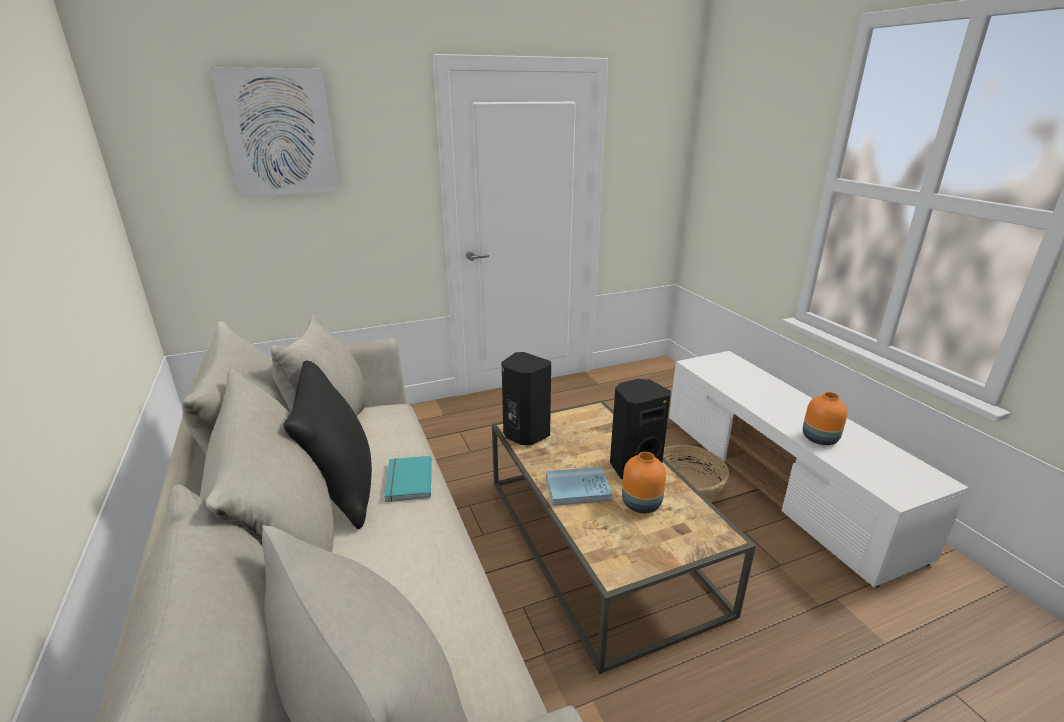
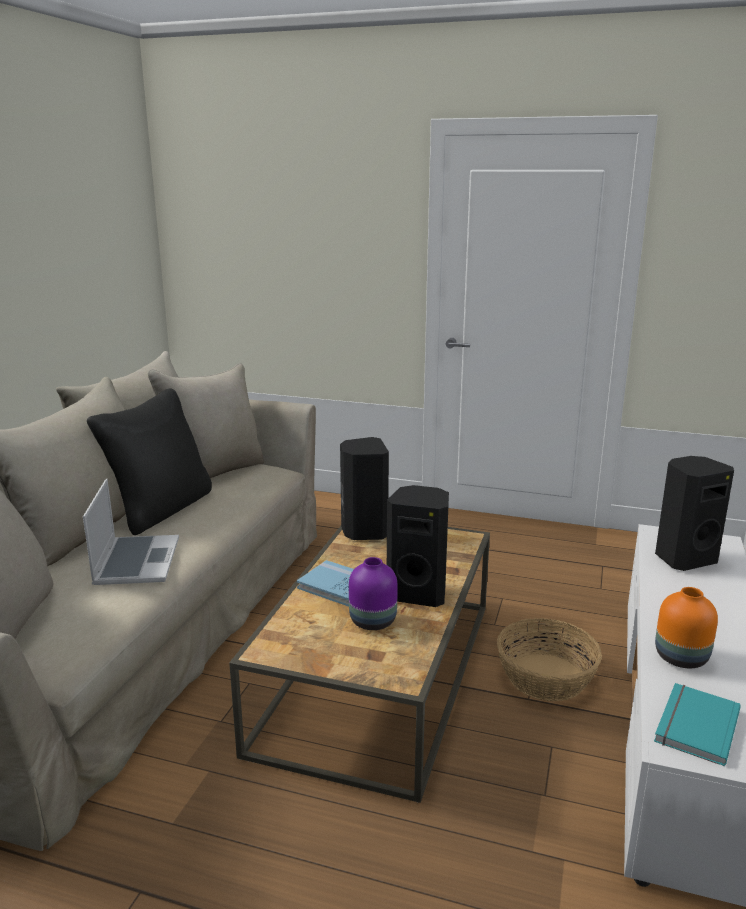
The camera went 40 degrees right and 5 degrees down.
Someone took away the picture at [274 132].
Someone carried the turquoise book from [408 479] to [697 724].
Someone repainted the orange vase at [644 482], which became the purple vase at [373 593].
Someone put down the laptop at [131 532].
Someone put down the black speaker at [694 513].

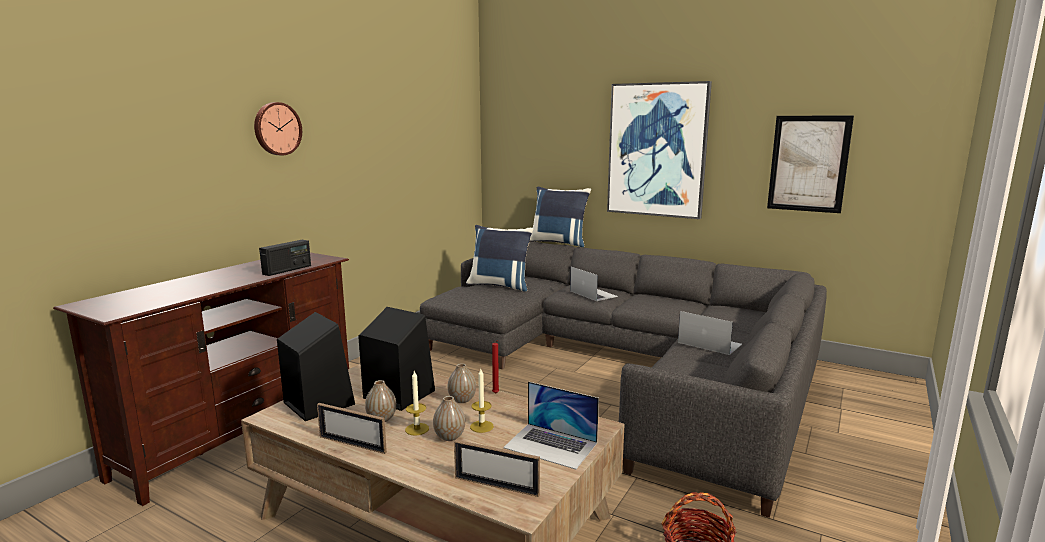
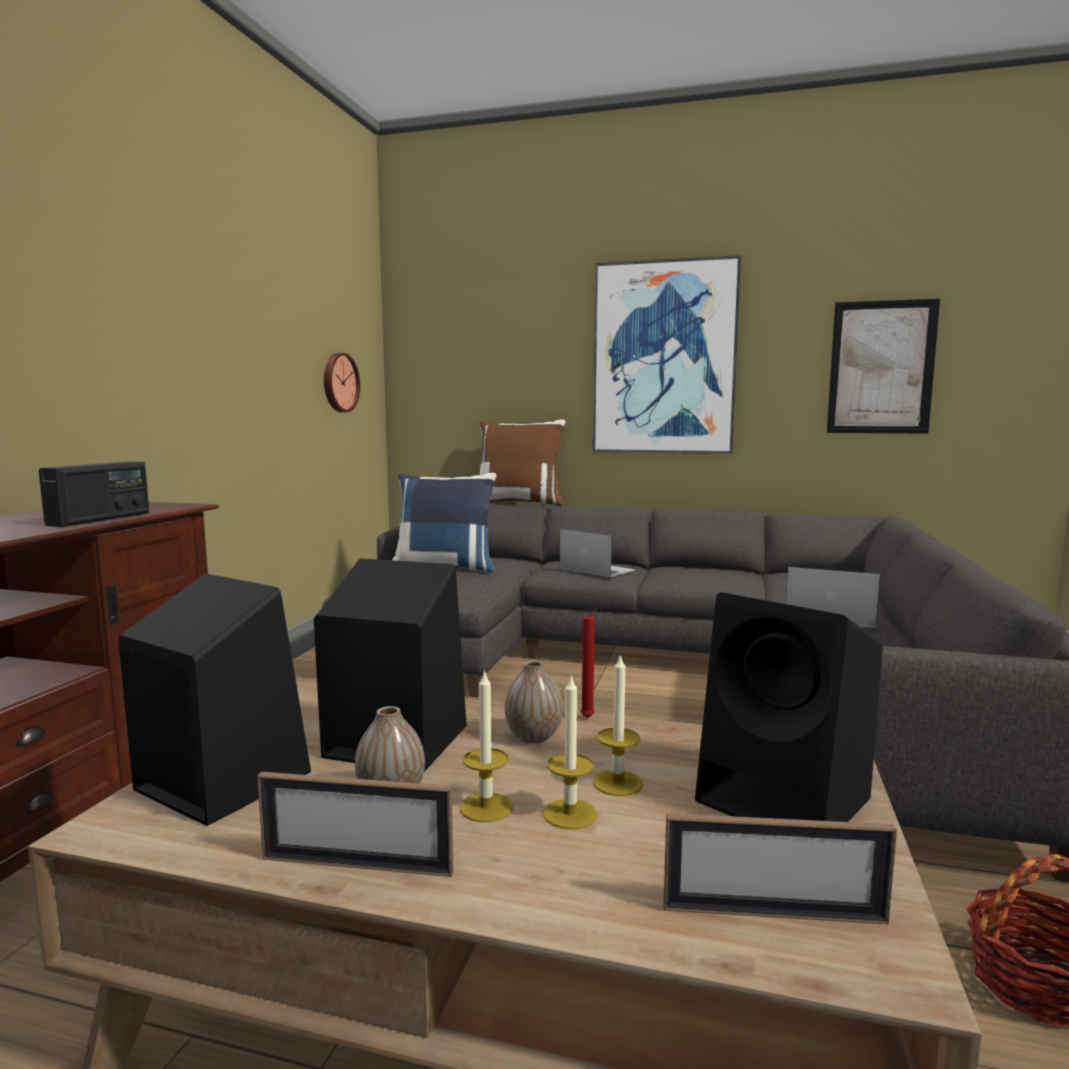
The camera went 15 degrees left and 5 degrees down.
Someone carried the wall clock from [278 128] to [342 382].
Someone swapped the vase at [449 418] for the candle at [570 751].
Someone swapped the laptop at [551 425] for the black speaker at [789 707].
Someone repainted the blue pillow at [560 217], which became the brown pillow at [522 462].

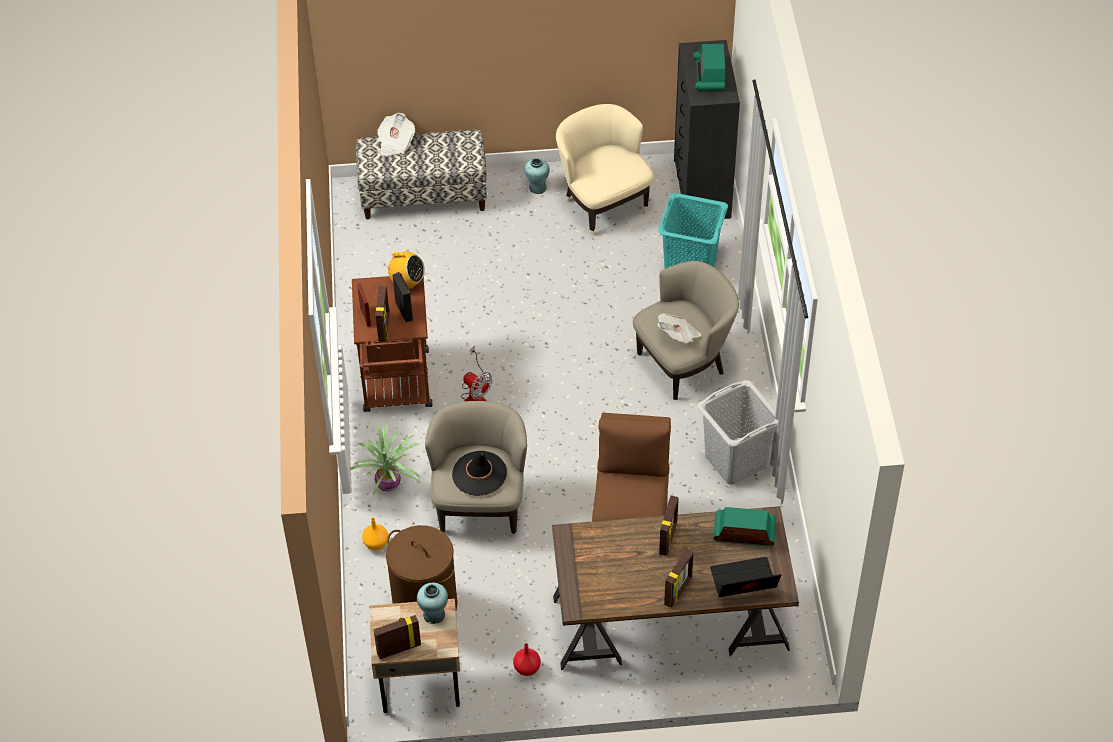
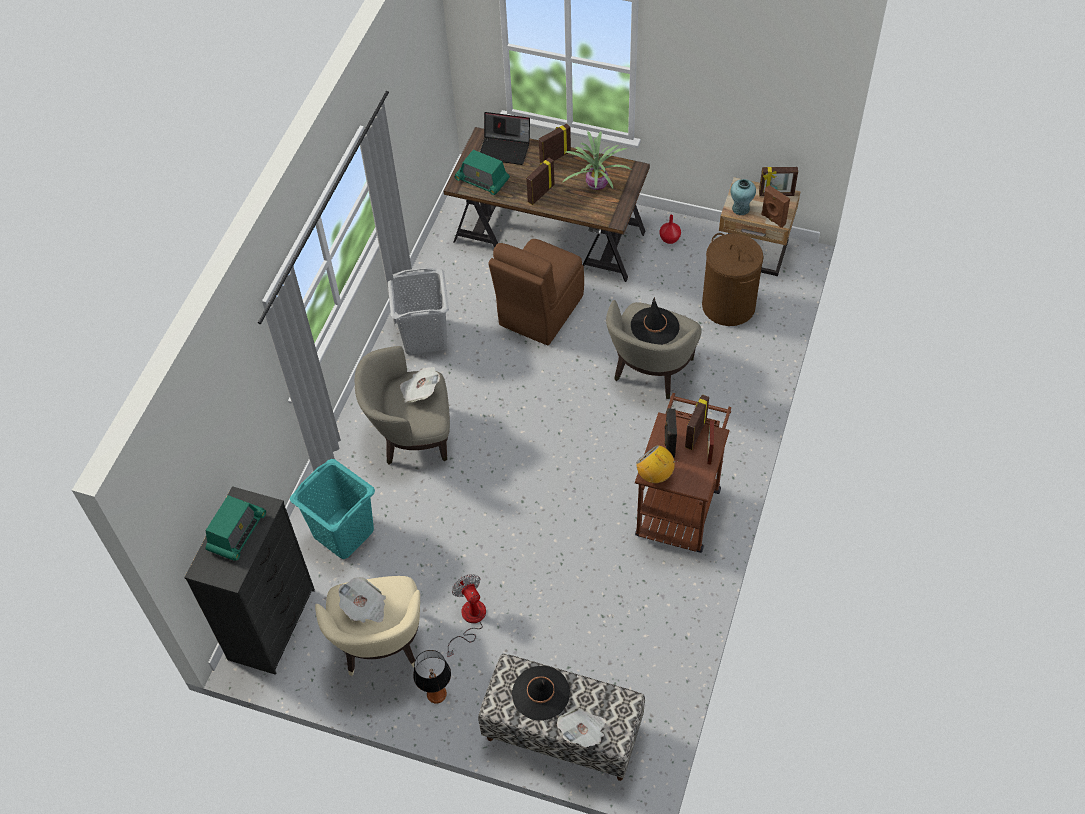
The camera went 155 degrees left and 5 degrees up.
Someone carried the potted plant from [385 459] to [596 160].
Someone took away the orange vase at [375 534].
Someone carried the fan from [476 373] to [466 615].
Someone swapped the turquoise vase at [537 176] for the table lamp at [432 677].
Someone put down the newspaper at [362 600].
Someone put down the black hat at [541 693].
Someone put down the brown speaker at [775 206].

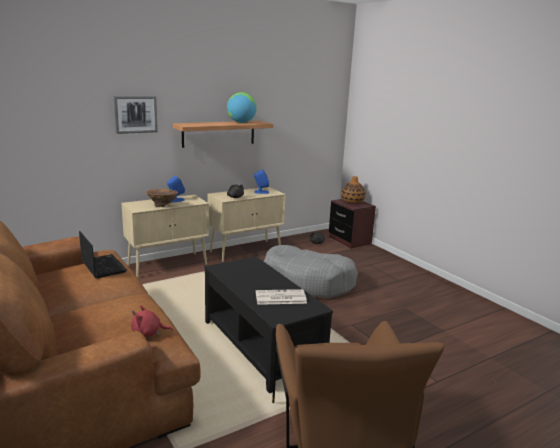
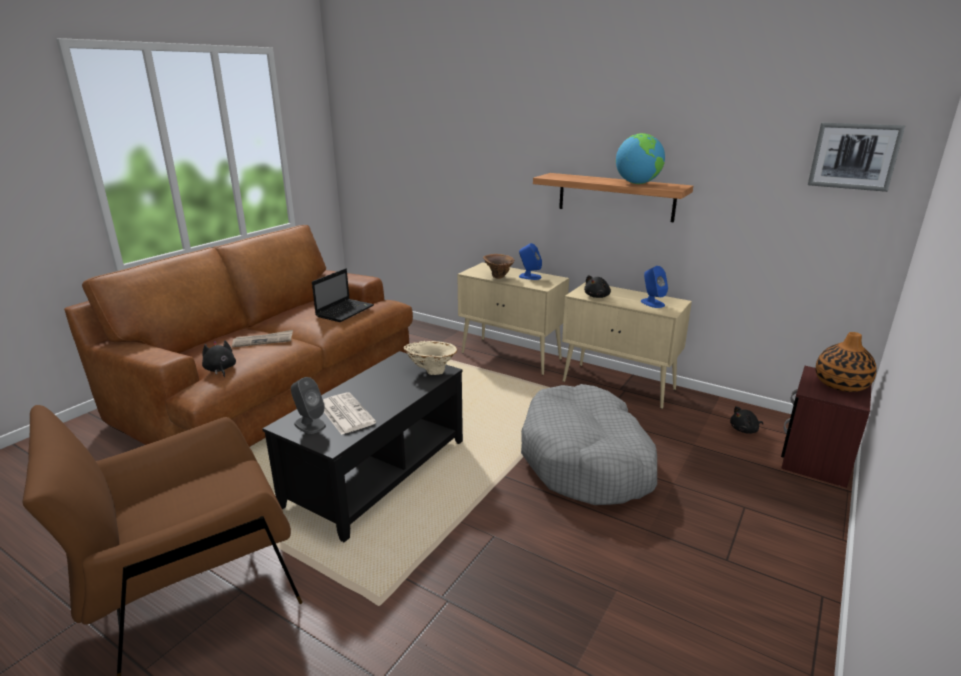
The camera went 65 degrees right and 5 degrees up.
Someone carried the picture from [136 115] to [856 157].
Someone repainted the red plush toy at [152 321], which became the black plush toy at [219 358].
Someone put down the newspaper at [262 339].
Someone put down the grey speaker at [308 405].
Someone put down the beige vase at [431 358].

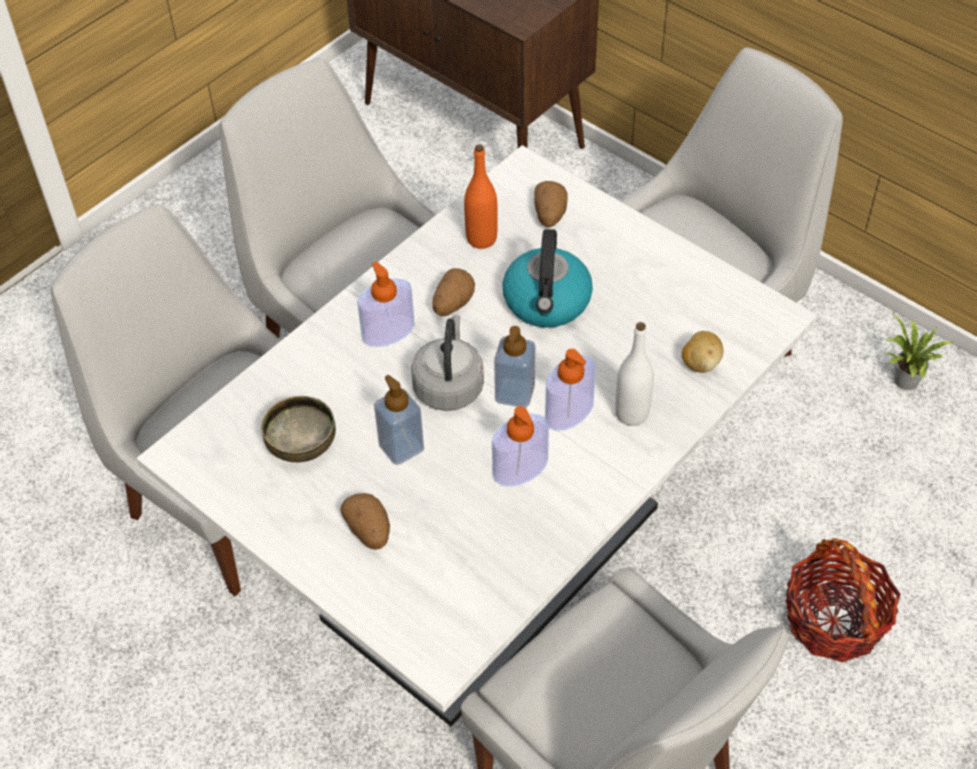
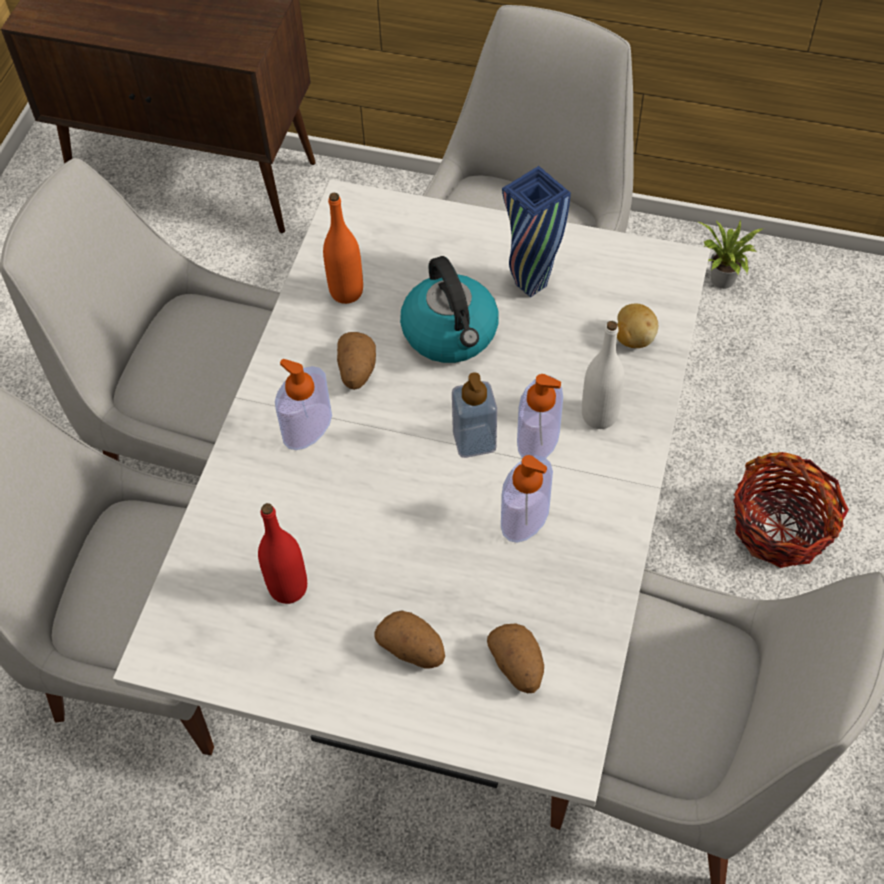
The camera went 25 degrees left and 5 degrees up.
Someone swapped the bowl at [298 429] for the red bottle at [282 553].
Someone took away the soap dispenser at [399 420].
Someone took away the grey kettle at [447 363].
Someone carried the potato from [551 204] to [515 658].
Someone put down the blue vase at [536 231].

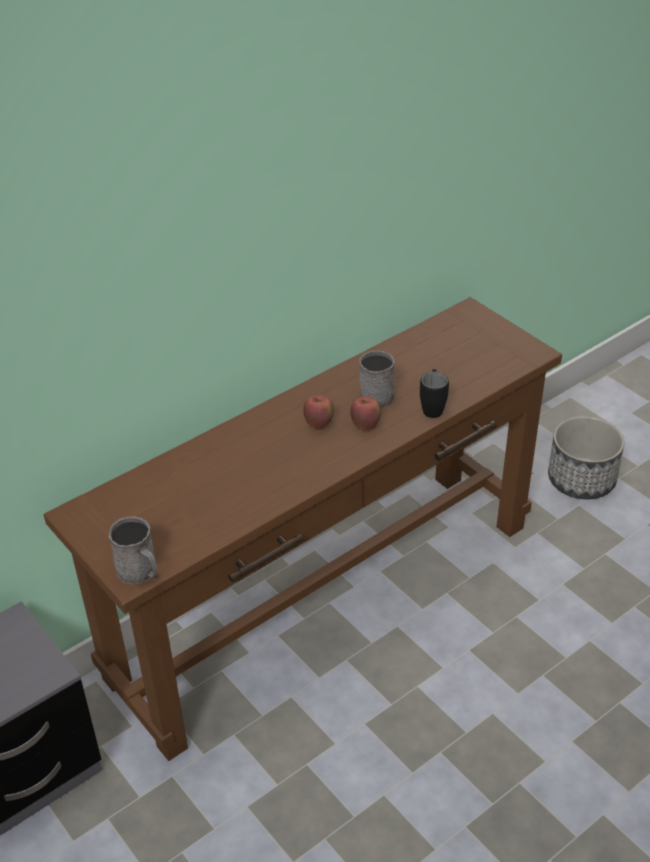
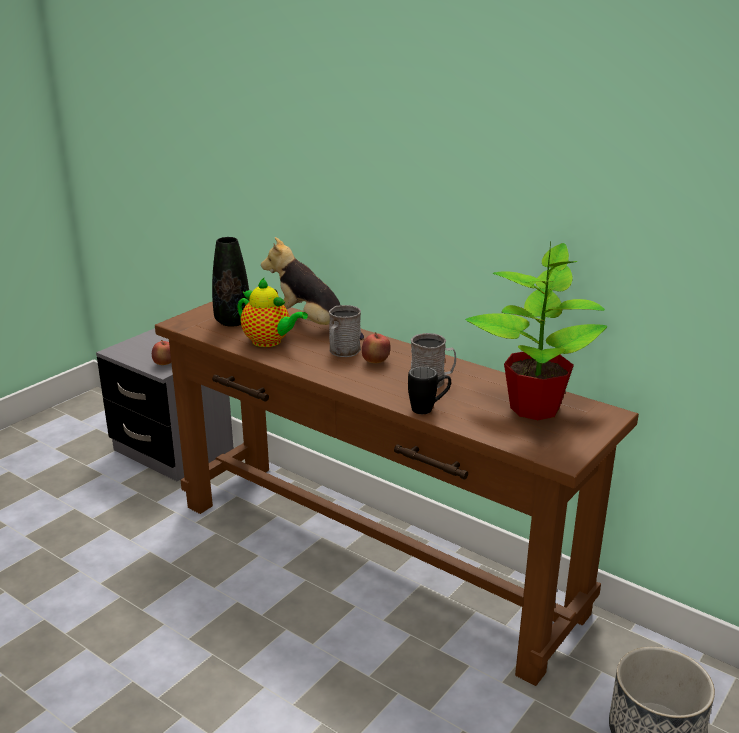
The camera went 75 degrees right and 15 degrees down.
Someone carried the grey mug from [133 550] to [345 331].
Someone carried the apple from [365 413] to [161 352].
Someone put down the black vase at [230 282].
Someone put down the teapot at [272 312].
Someone put down the plush toy at [312 288].
Someone put down the potted plant at [536 330].

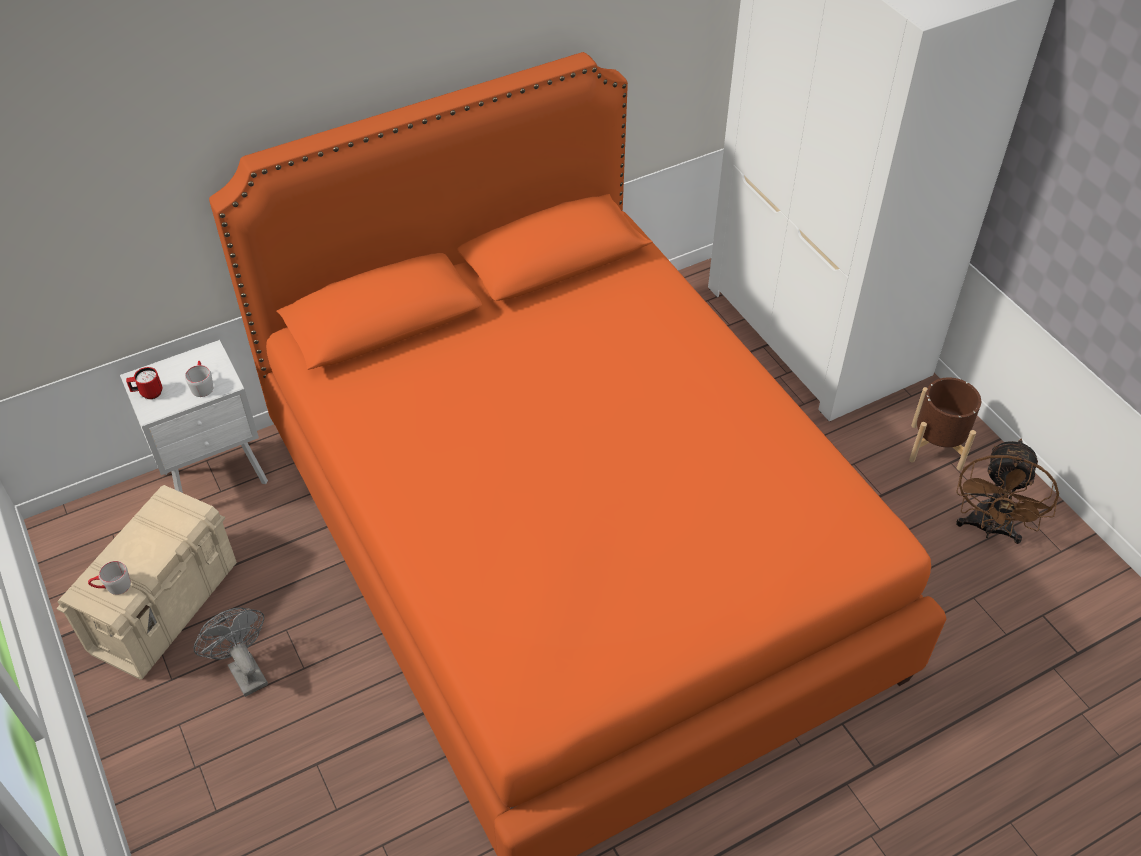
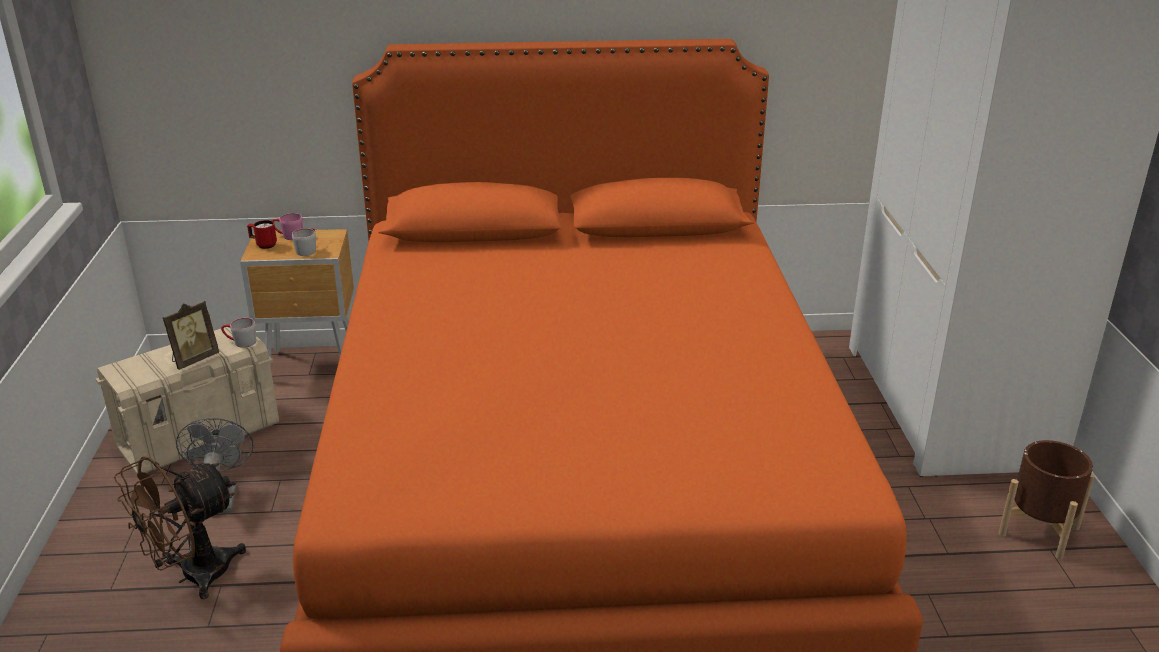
The camera went 25 degrees right and 20 degrees down.
Someone carried the grey mug from [109 578] to [238 333].
Someone repainted the white nightstand at [194 416], which became the brown nightstand at [297 297].
Someone carried the brown fan from [1007 491] to [180 527].
Someone put down the picture frame at [191 335].
Someone put down the pink mug at [287 226].

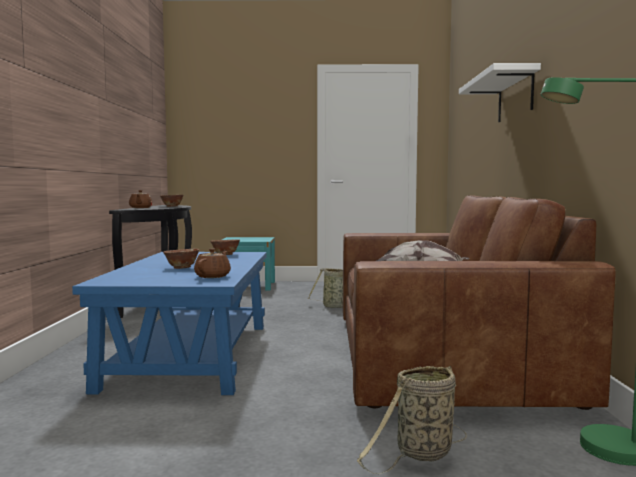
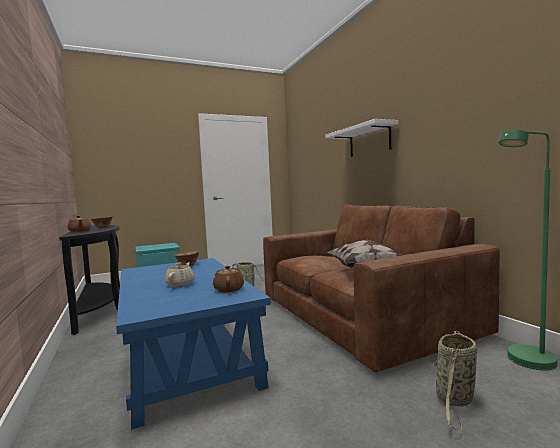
The camera went 25 degrees left and 0 degrees up.
Someone swapped the bowl at [181 259] for the beige teapot at [180 274].

